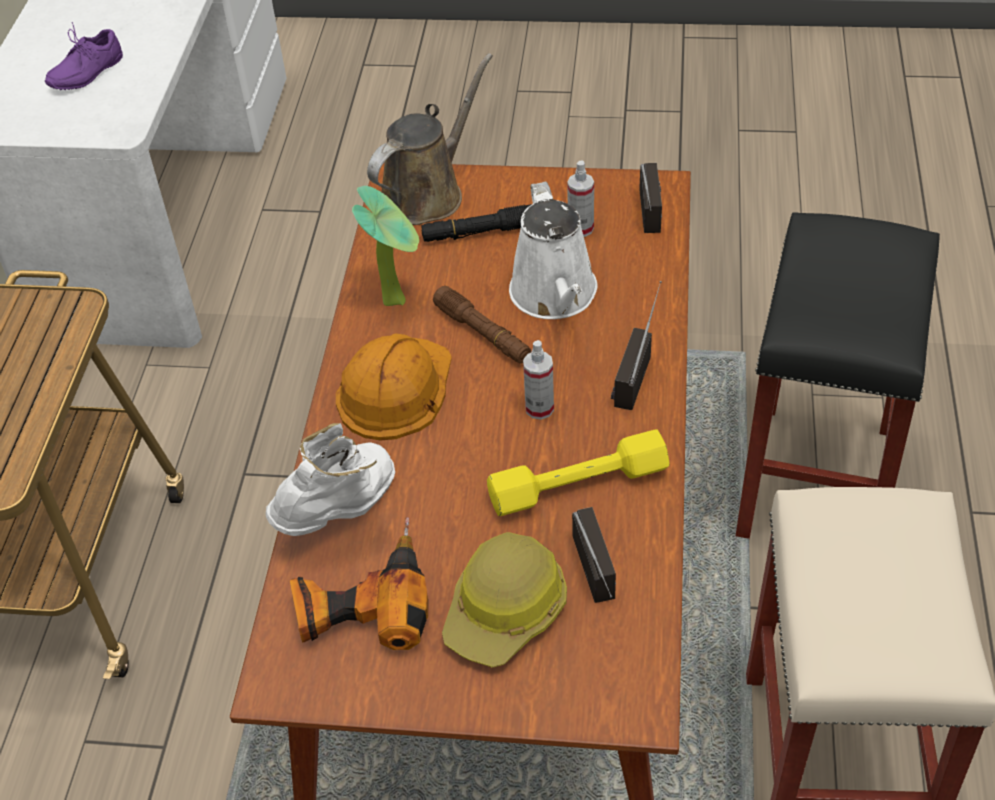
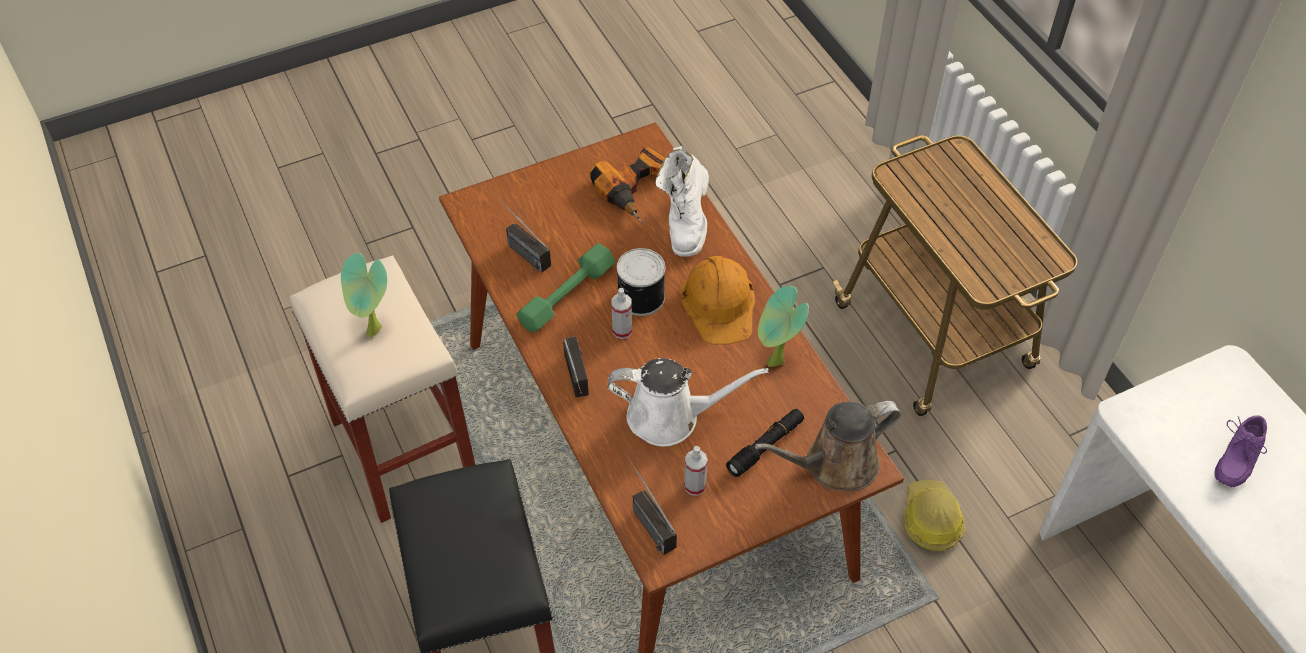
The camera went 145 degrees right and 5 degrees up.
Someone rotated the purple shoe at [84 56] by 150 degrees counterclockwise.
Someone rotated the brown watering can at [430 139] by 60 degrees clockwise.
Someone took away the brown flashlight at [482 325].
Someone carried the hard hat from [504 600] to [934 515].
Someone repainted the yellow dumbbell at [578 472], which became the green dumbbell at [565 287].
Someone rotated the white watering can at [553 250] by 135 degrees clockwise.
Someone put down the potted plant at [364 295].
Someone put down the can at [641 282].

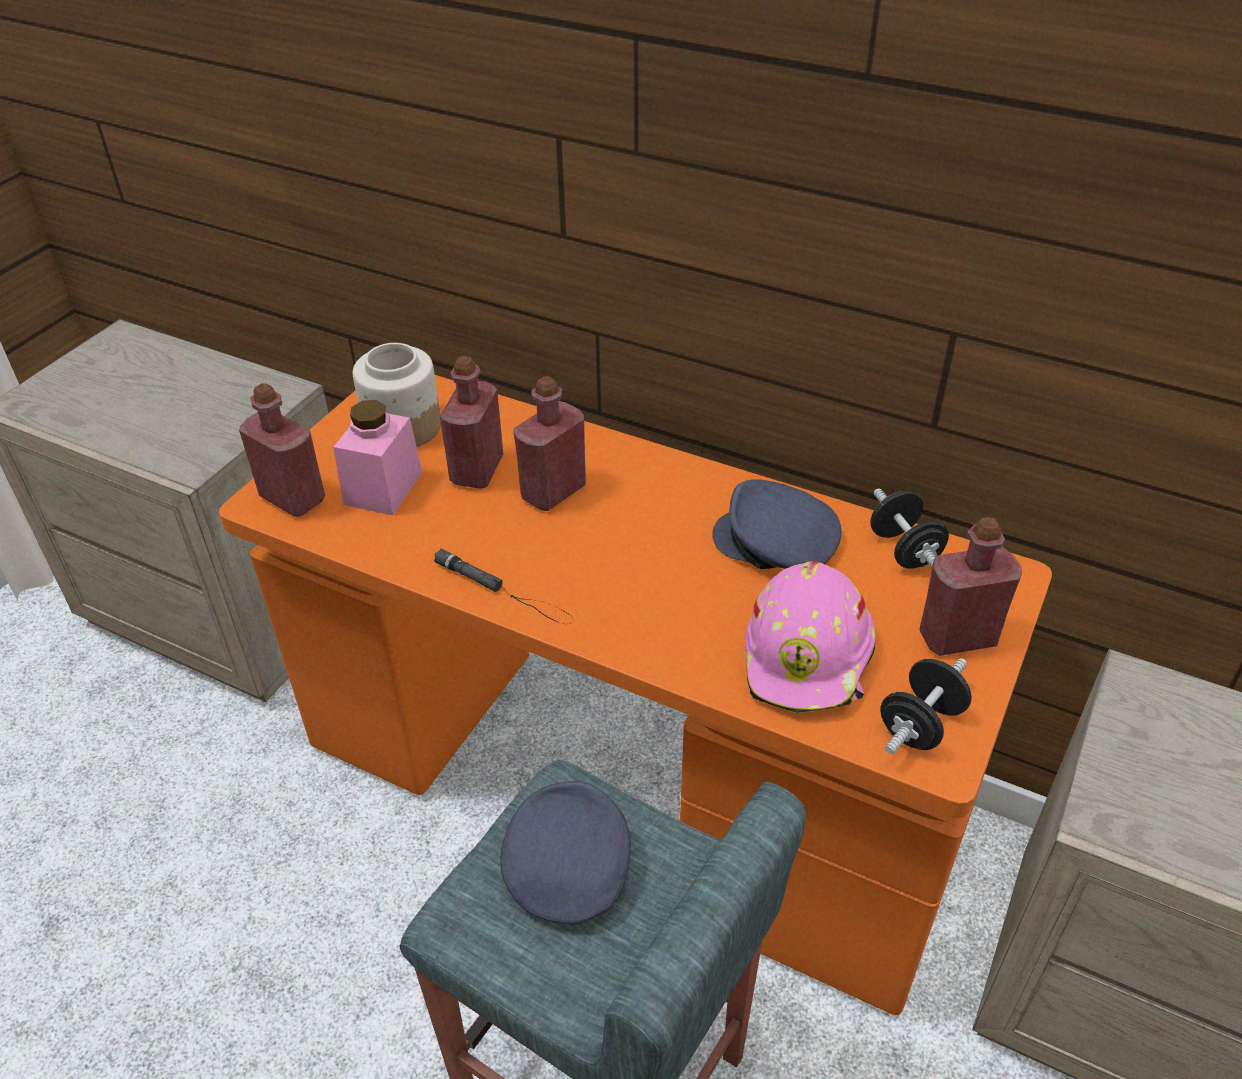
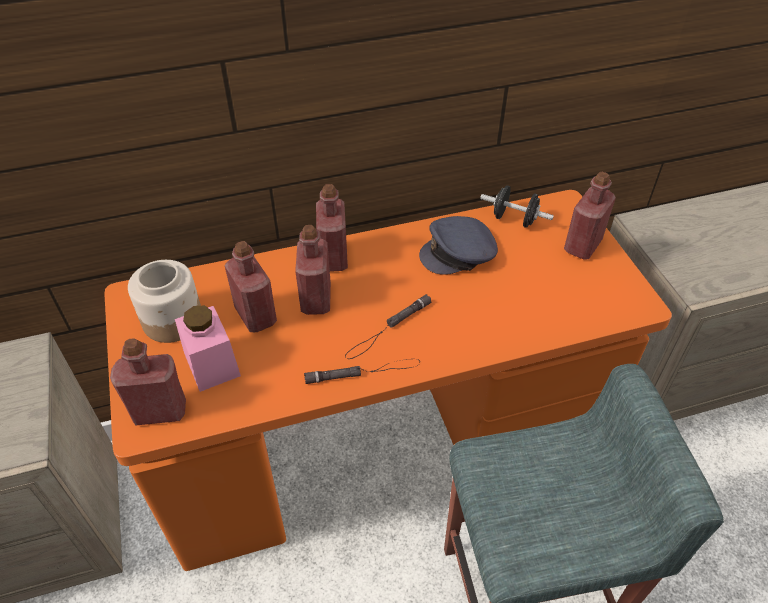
The camera went 45 degrees left and 5 degrees up.
Someone took away the grey cap at [565 853].
Someone took away the pink hard hat at [810 637].
Someone took away the black dumbbell at [926 706].
Someone put down the red bottle at [332 228].
Someone put down the black flashlight at [388 326].

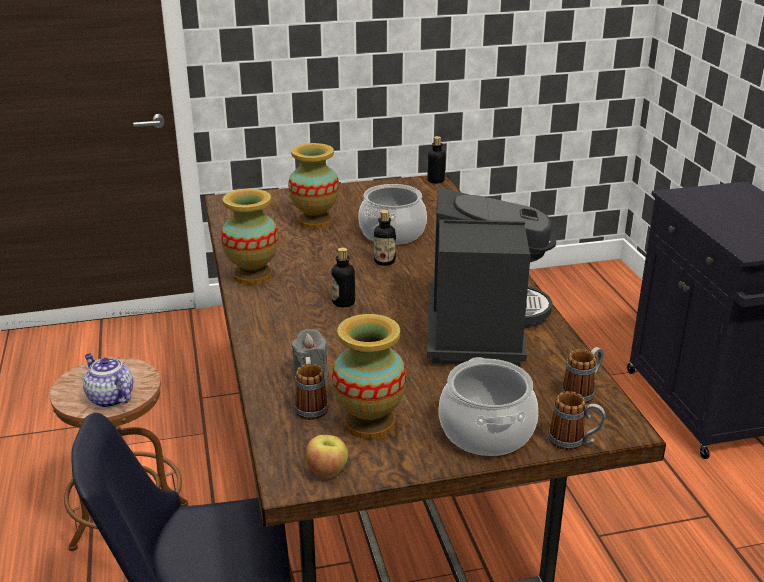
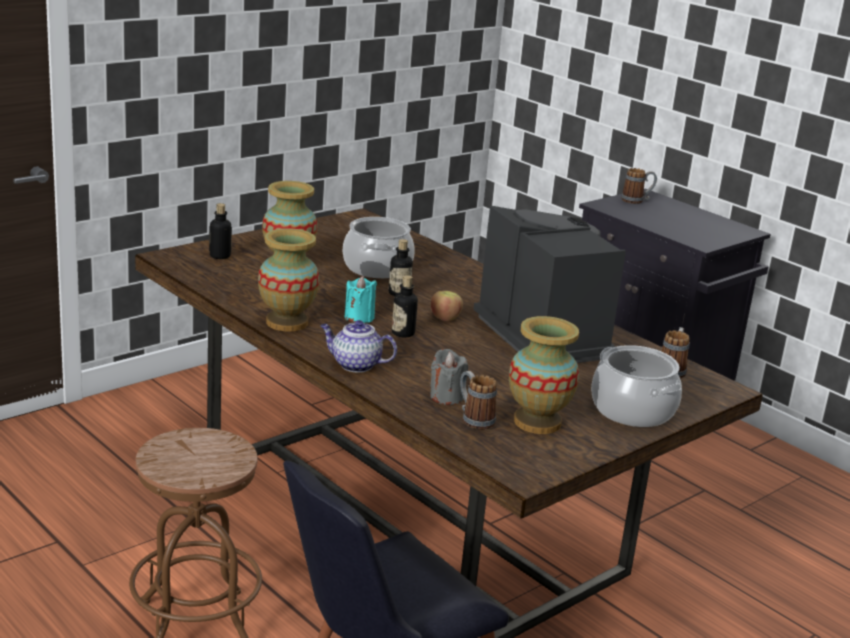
The camera went 30 degrees left and 5 degrees down.
Someone carried the teapot from [108 381] to [358 346].
Someone carried the apple from [327 456] to [447 306].
Someone carried the bottle from [436 159] to [220 231].
Someone carried the mug from [577 420] to [639 186].
Someone put down the turquoise candle at [361 299].

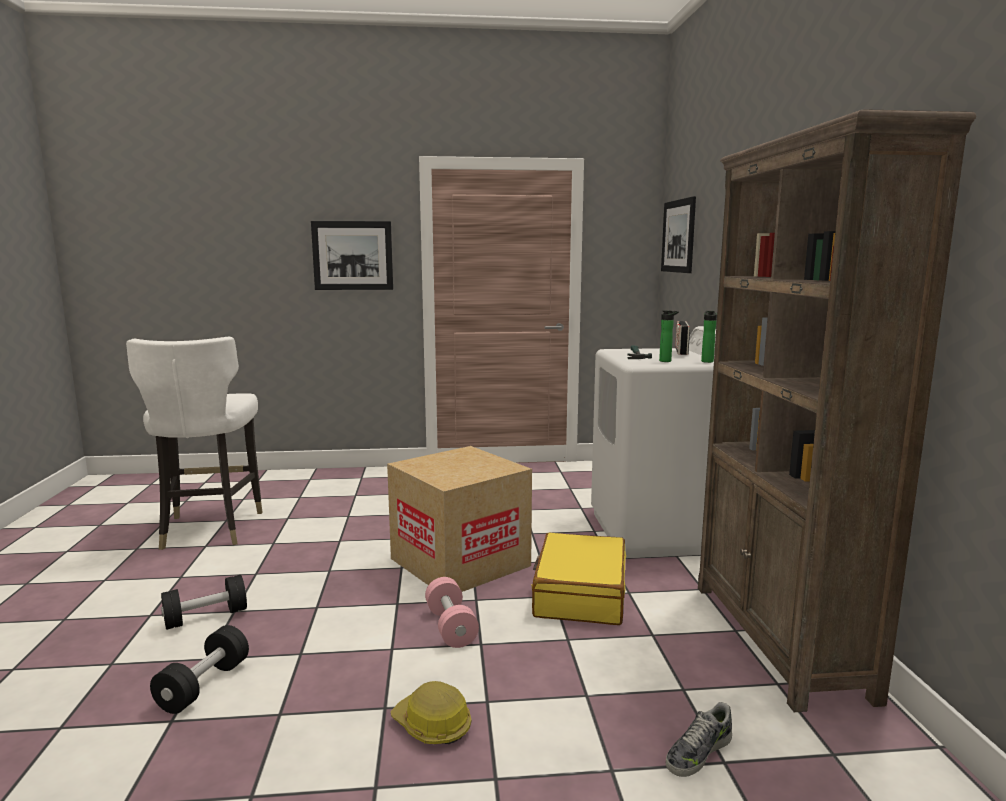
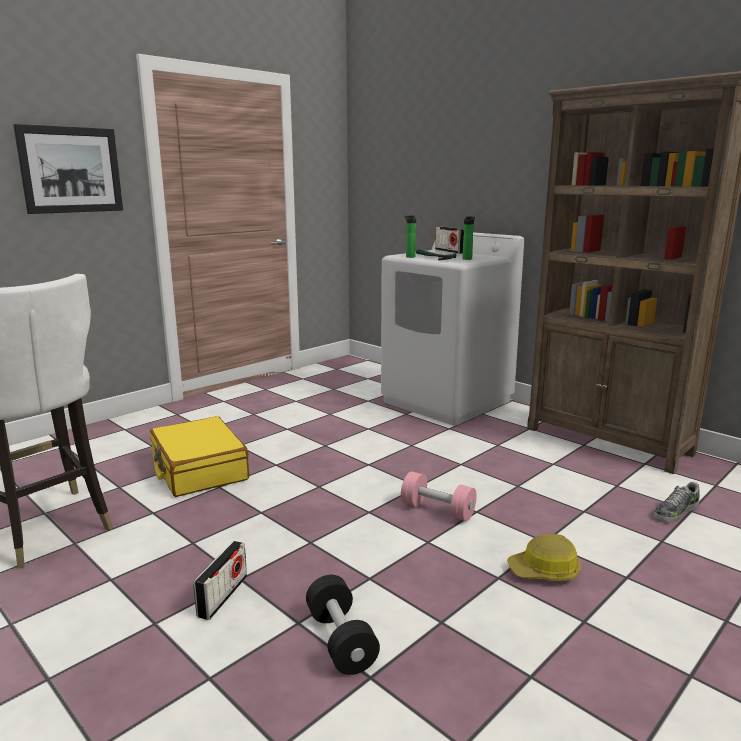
The camera went 40 degrees left and 5 degrees up.
Someone swapped the black dumbbell at [204 602] for the radio at [220 580].
Someone took away the cardboard box at [459 519].
Someone carried the yellow suitcase from [578 579] to [199 456].
Someone took away the picture at [678 234].
Someone rotated the shoe at [699 739] by 45 degrees clockwise.
Someone carried the bottle from [709 337] to [410 236].

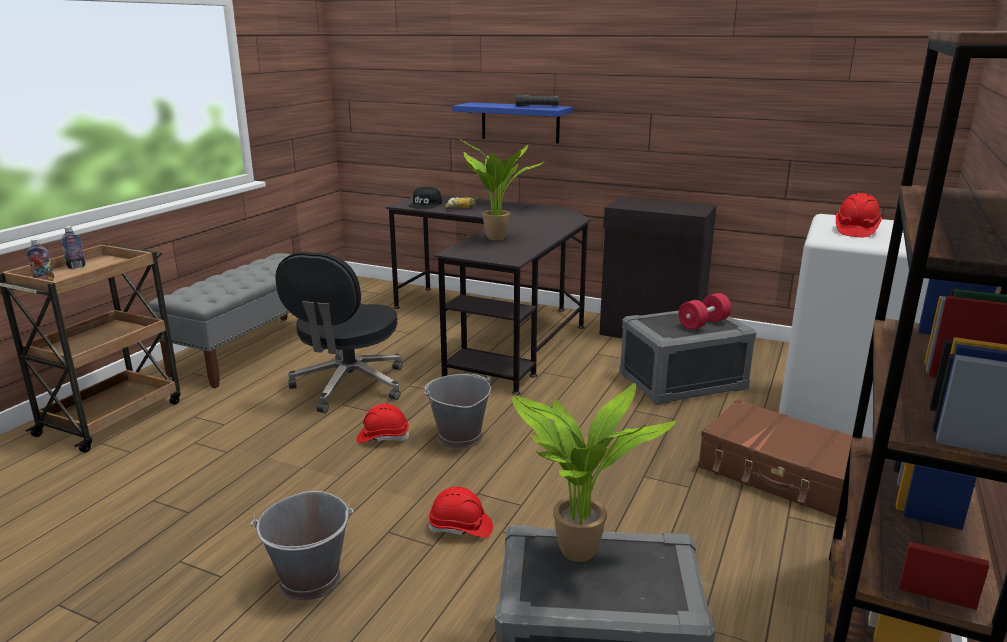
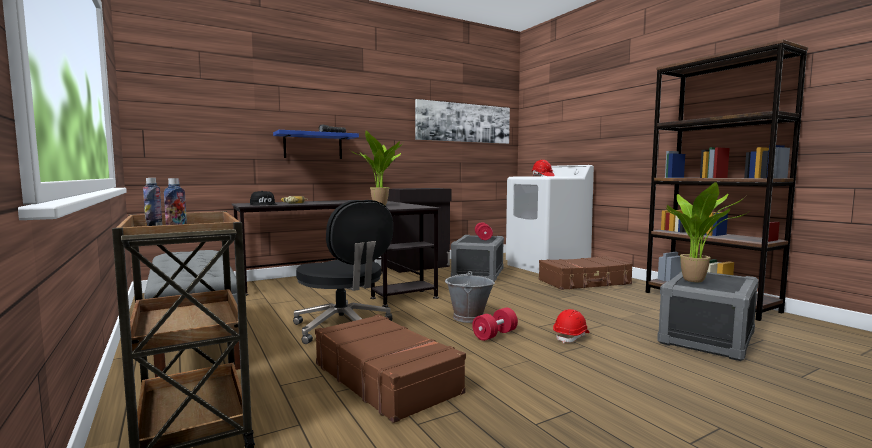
The camera went 55 degrees left and 15 degrees down.
Someone took away the grey bucket at [302 546].
Someone took away the red hard hat at [383 423].
Someone put down the brown suitcase at [390 368].
Someone put up the picture at [462 121].
Someone put down the red dumbbell at [495 324].

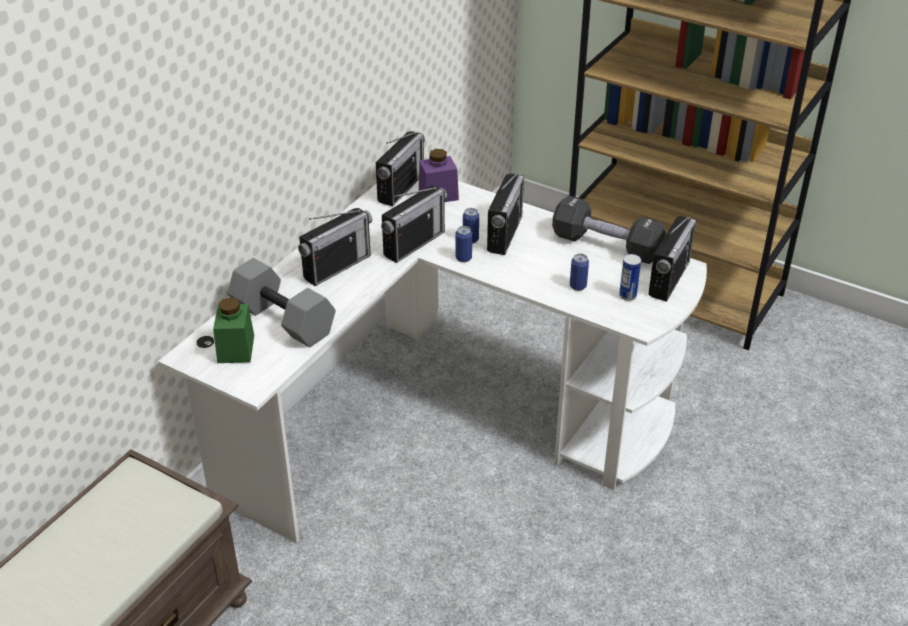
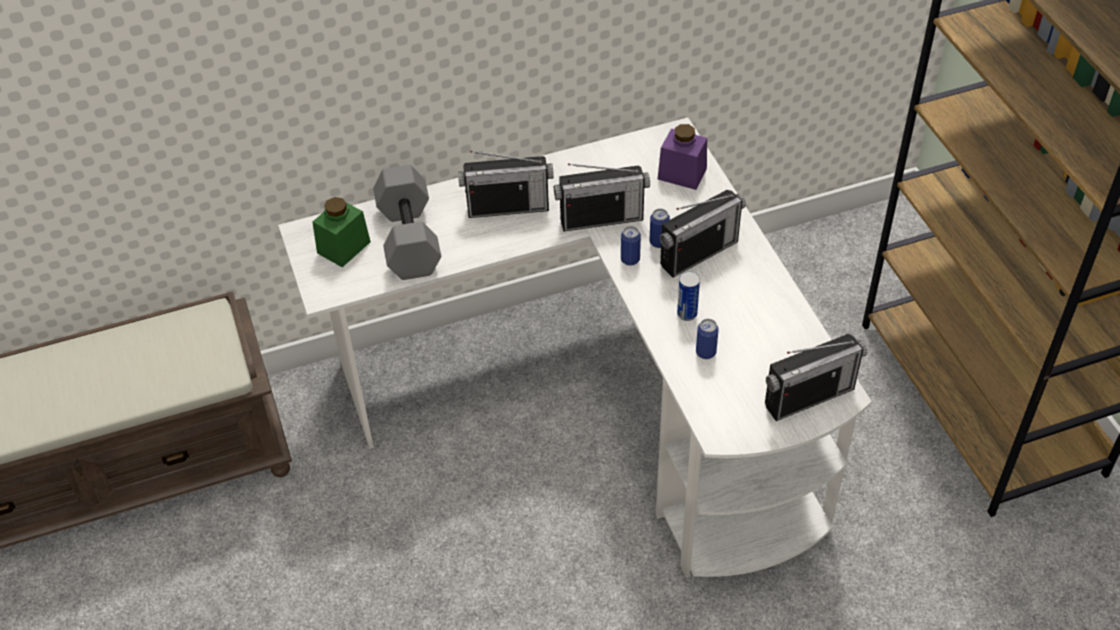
The camera went 40 degrees right and 10 degrees up.
Someone took away the radio at [400 169].
Someone took away the black dumbbell at [609 229].
Someone carried the can from [630 277] to [688 296].

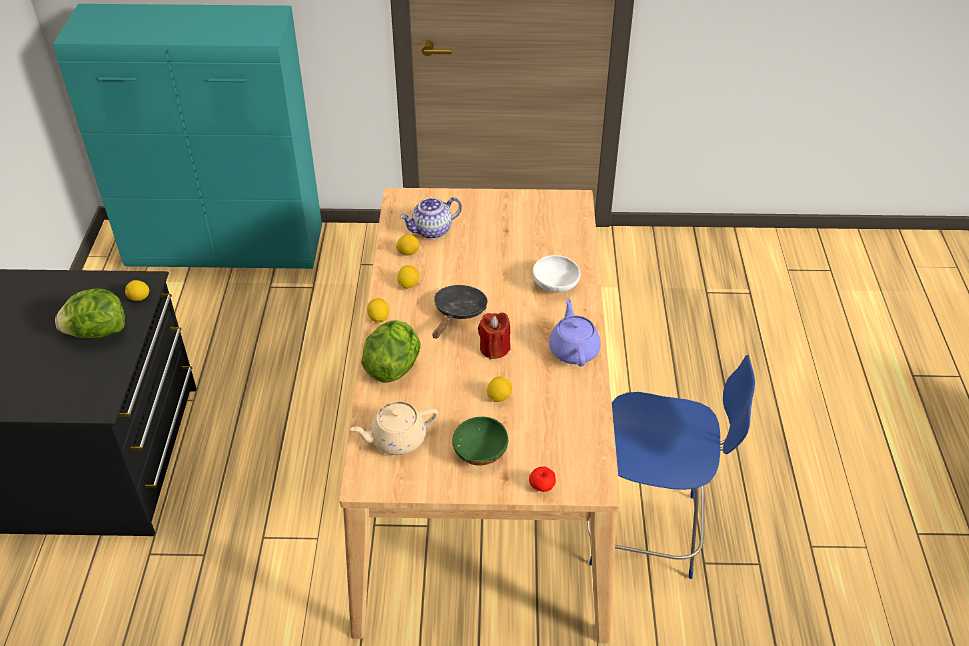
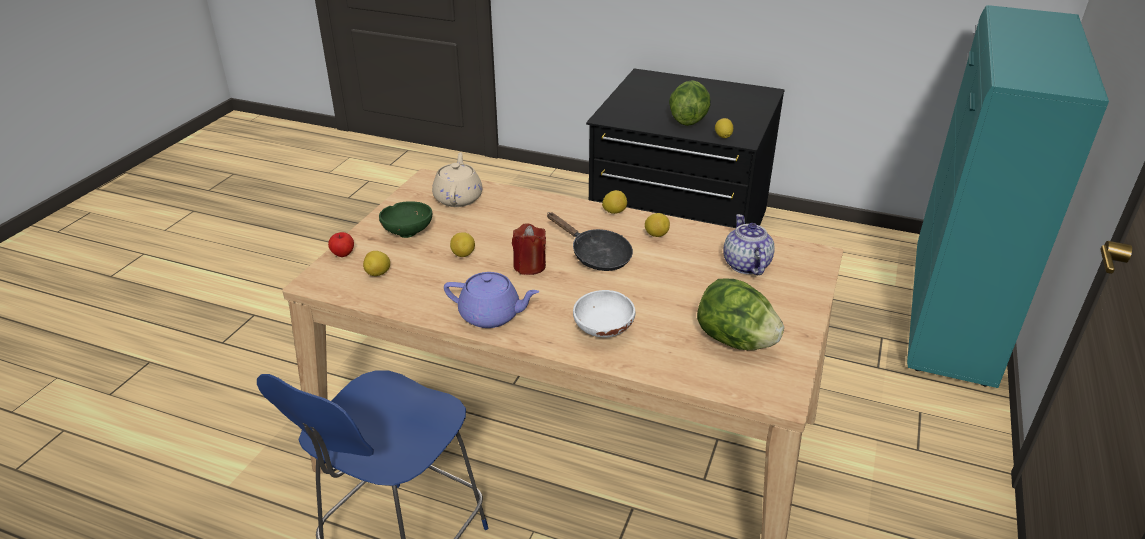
The camera went 110 degrees right and 10 degrees down.
Someone carried the lettuce from [391 351] to [740 314].
Someone carried the lemon from [407 244] to [376 263].

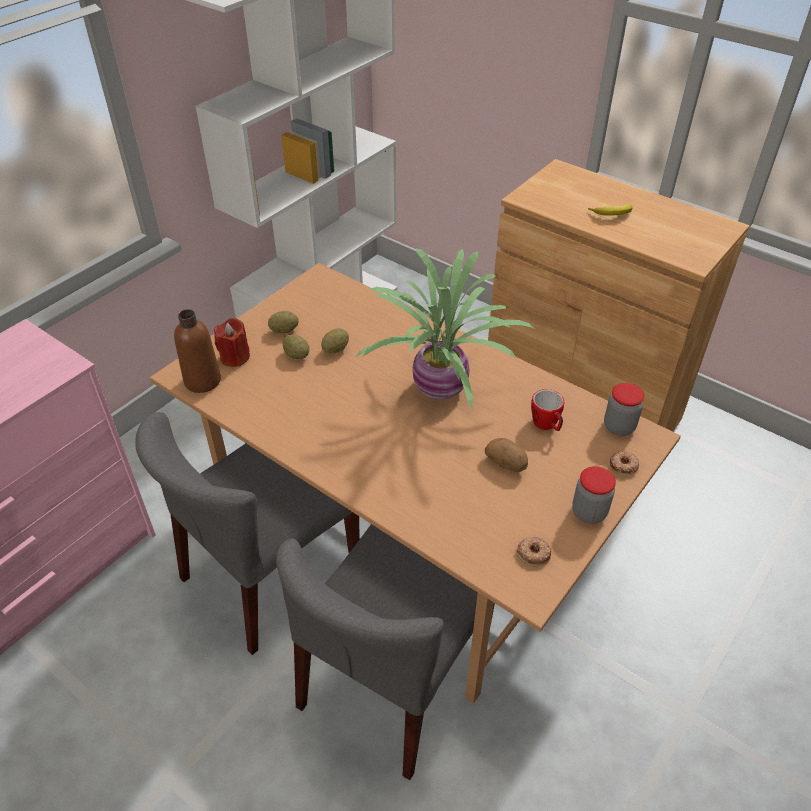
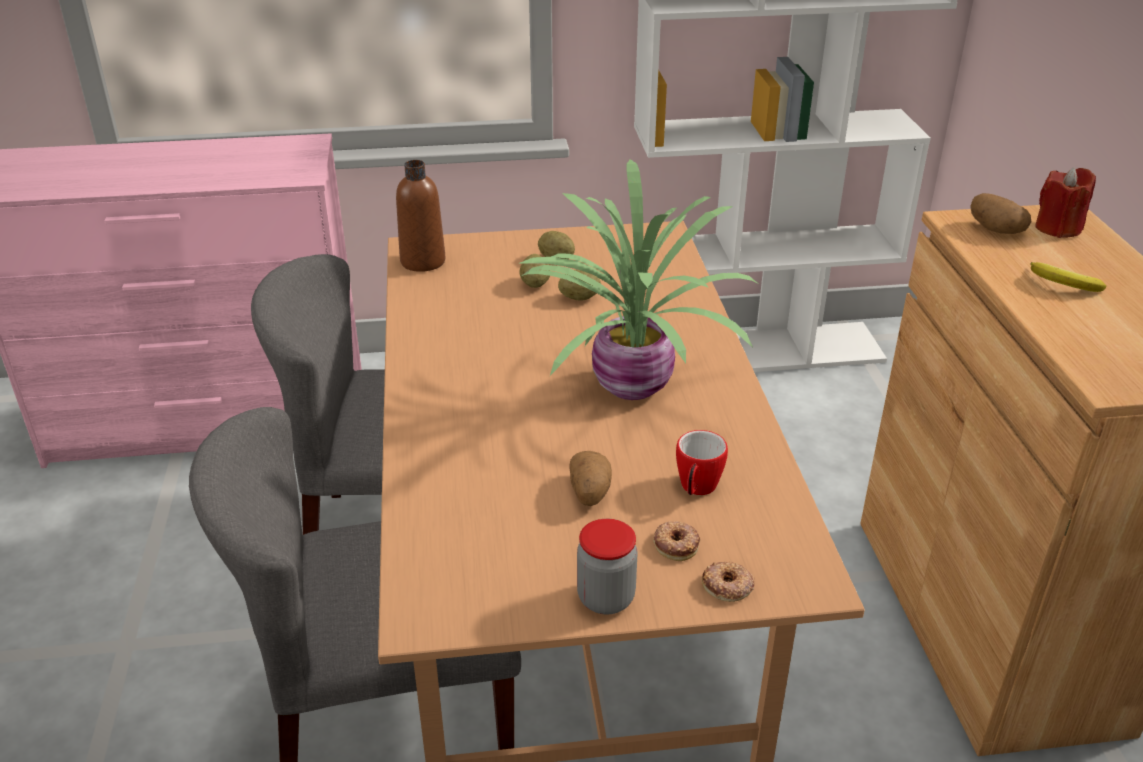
The camera went 45 degrees right and 10 degrees down.
Someone carried the red candle from [232 342] to [1065 202].
Someone carried the donut from [534 551] to [677 541].
Someone took away the jar at [624 409].
Someone put down the potato at [1000 213].

